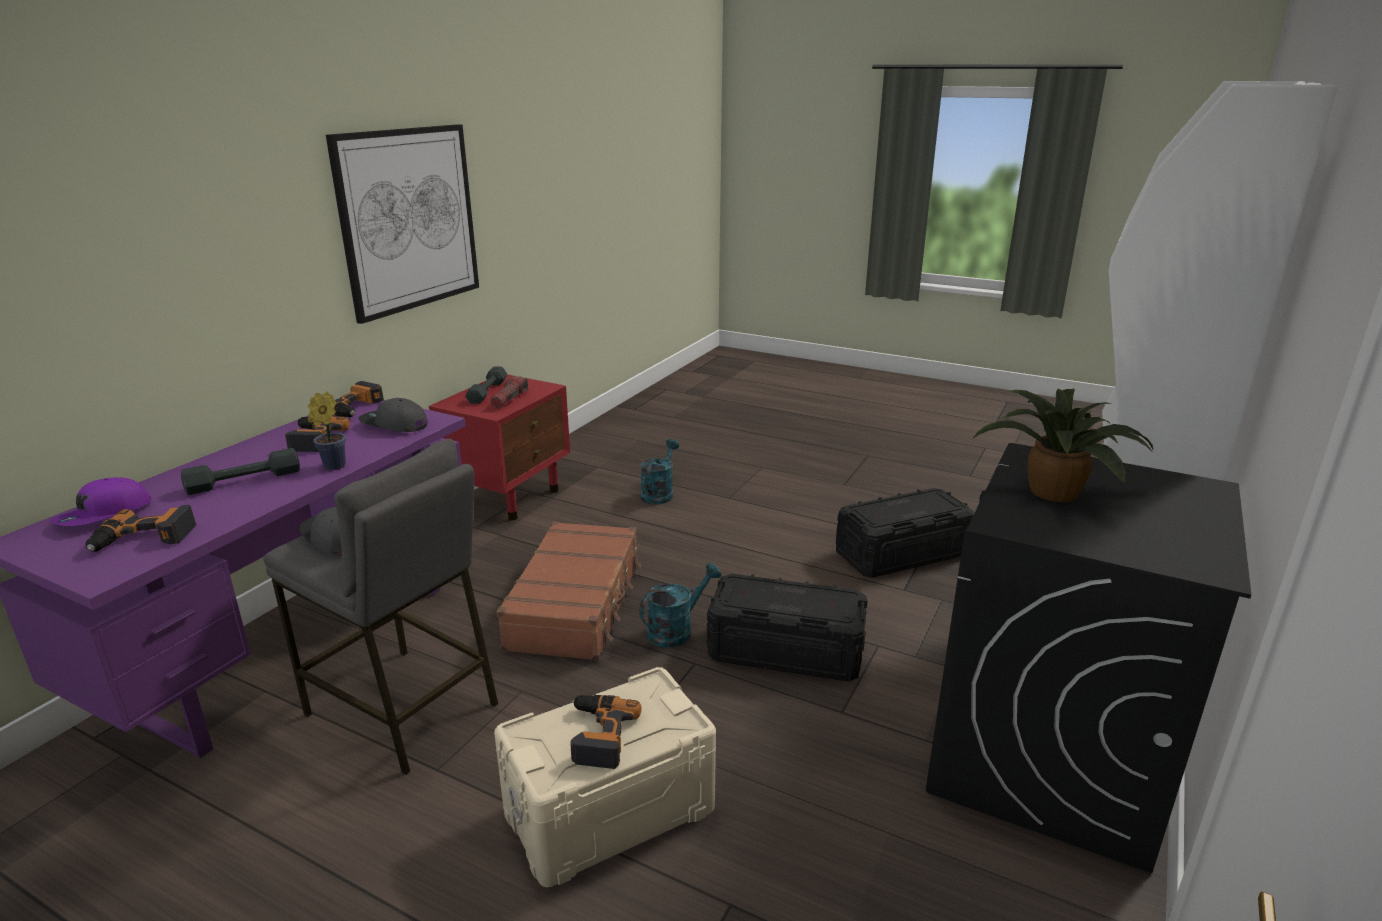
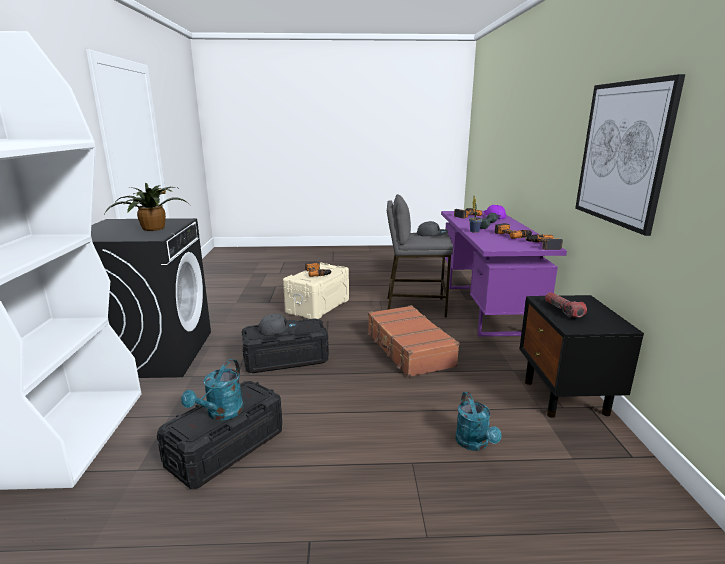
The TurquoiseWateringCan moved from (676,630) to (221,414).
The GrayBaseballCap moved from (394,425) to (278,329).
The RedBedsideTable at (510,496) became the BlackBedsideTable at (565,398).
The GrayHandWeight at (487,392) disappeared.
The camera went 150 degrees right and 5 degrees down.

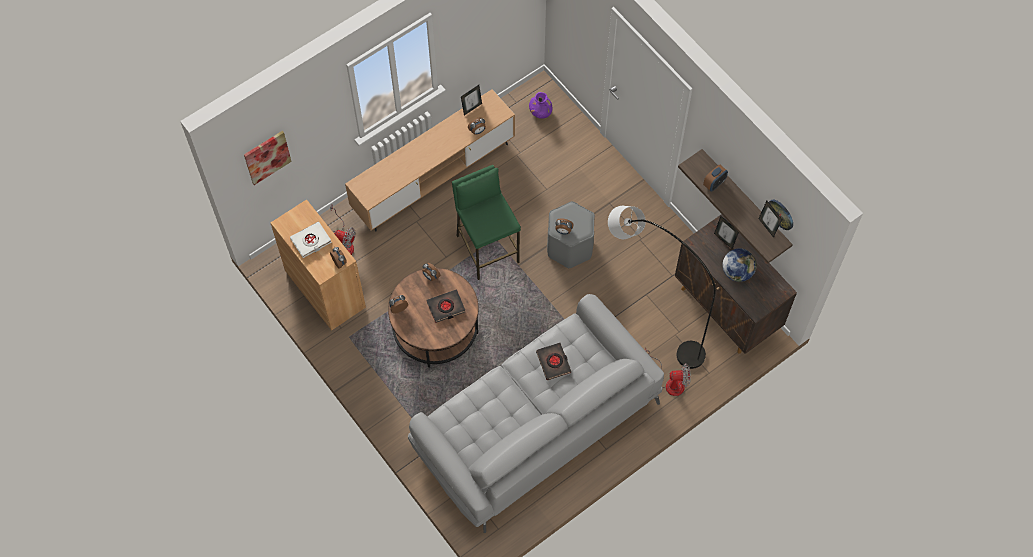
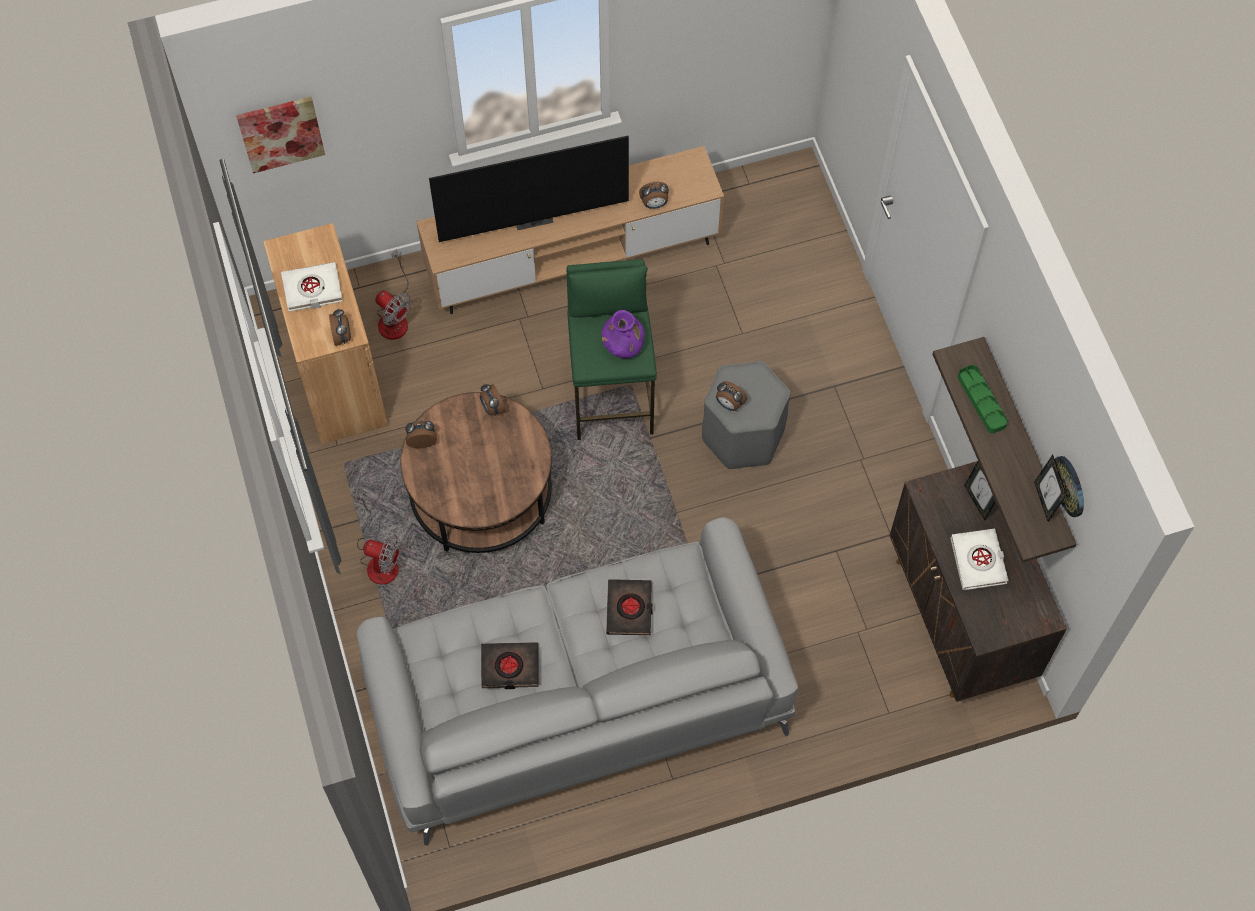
The CoolingFan moved from (670,381) to (379,559).
The TvSet at (533,216) appeared.
The BlackVolume moved from (446,307) to (510,667).
The PurpleColouredFlowerVase moved from (540,112) to (623,345).
The Globe at (737,272) was replaced by the WhiteVolume at (978,561).
The TableClock at (714,184) was replaced by the GreenTray at (981,401).
The PhotoFrame at (471,108) disappeared.
The GrayFloorLamp at (649,321) disappeared.
The camera went 20 degrees right and 0 degrees up.

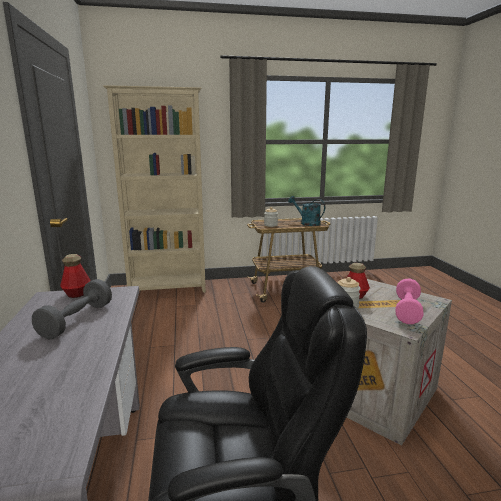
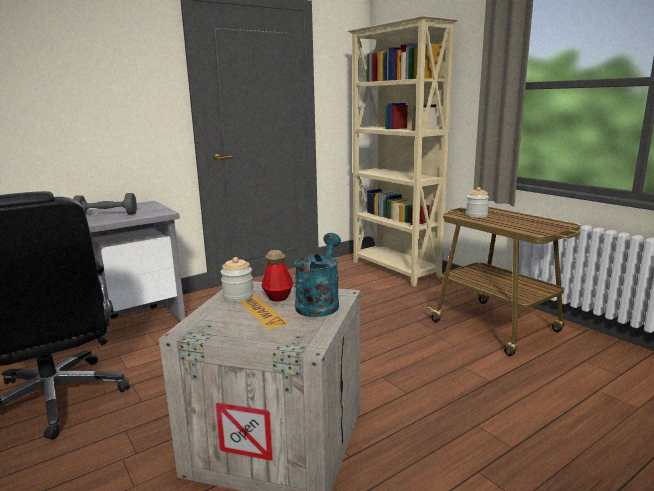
The TurquoiseWateringCan moved from (307,223) to (319,303).
The BeverageBottle at (77,294) disappeared.
The PinkColouredHandWeight at (407,311) disappeared.
The camera went 65 degrees right and 0 degrees up.

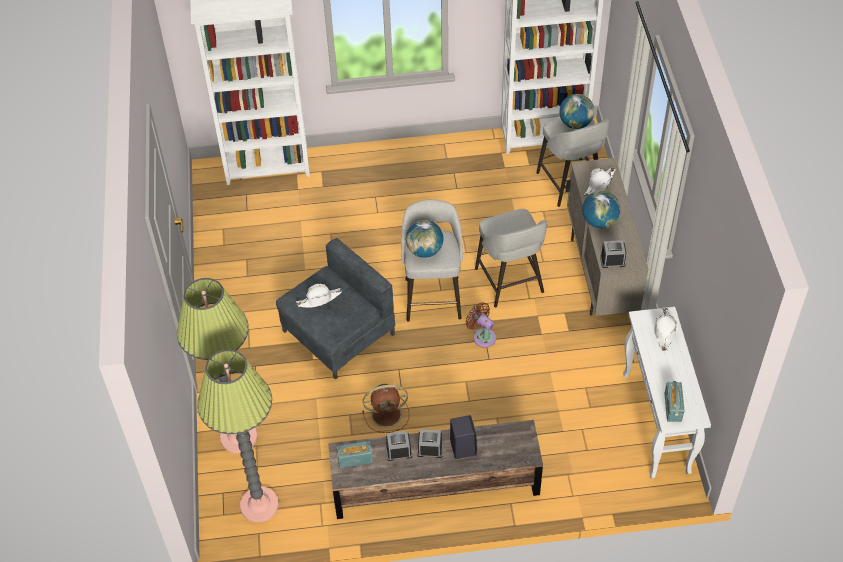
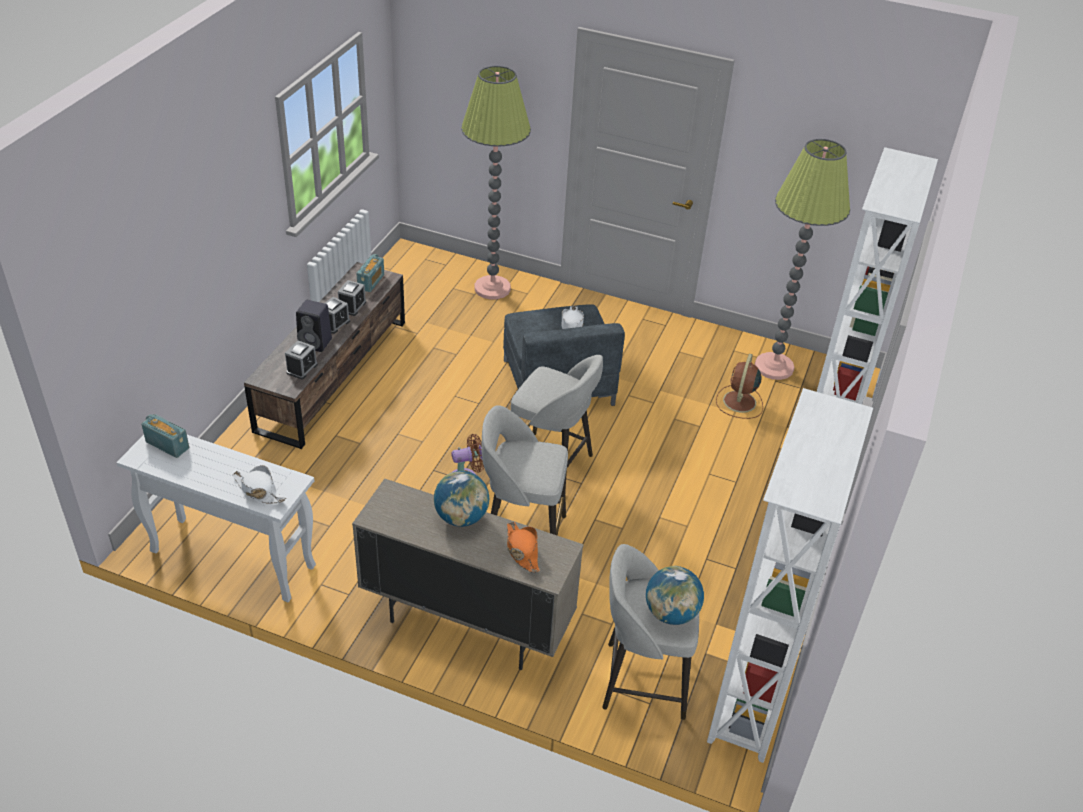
The TableClock moved from (612,260) to (302,368).
The WhiteHat at (599,184) became the OrangeyHat at (522,550).
The BrownishCoolingFan moved from (387,414) to (739,402).
The FloorLamp moved from (259,505) to (774,367).
The Globe at (424,251) disappeared.
The camera went 115 degrees right and 10 degrees down.

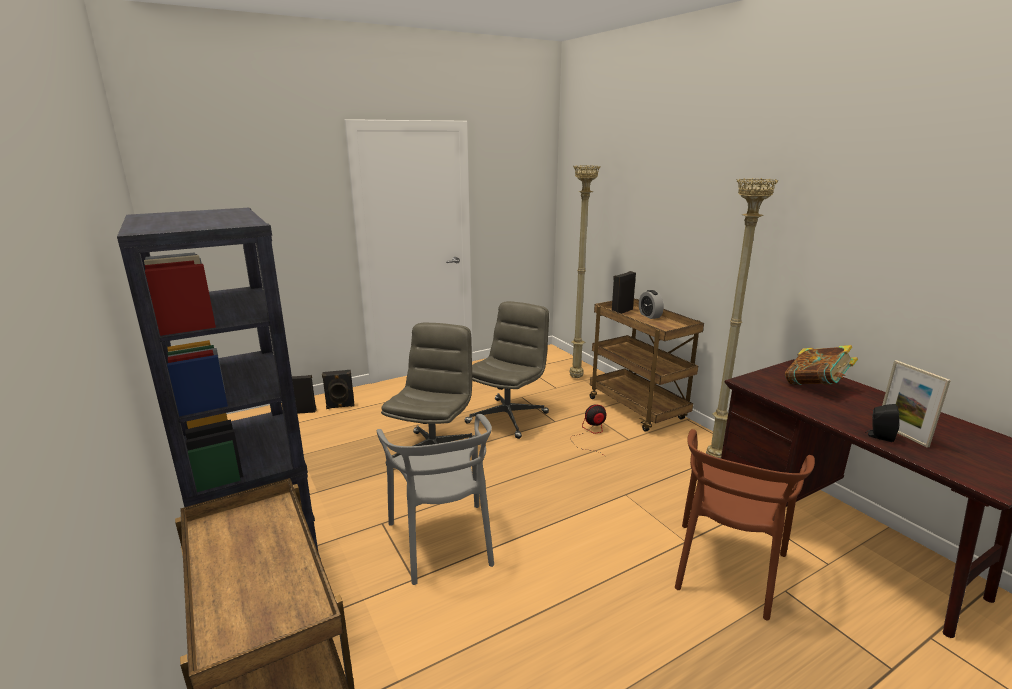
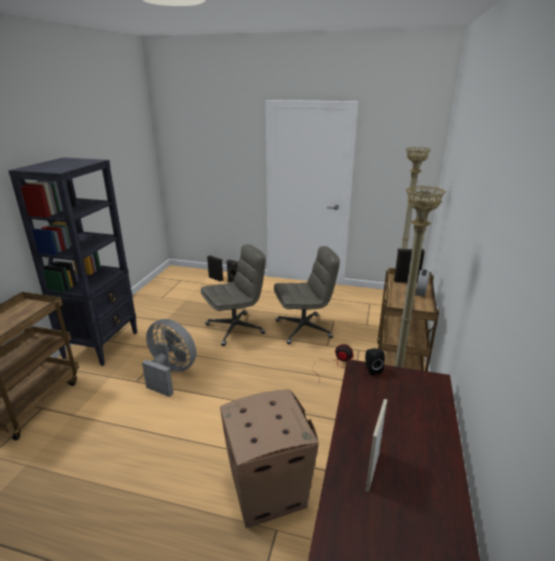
The GrayUprightChair at (443,541) was replaced by the GrayCoolingFan at (170,373).
The BrownishUprightChair at (726,568) was replaced by the CardboardBox at (267,489).
The BlackAudioSpeaker moved from (879,436) to (372,370).
The Volume at (816,386) disappeared.
The camera went 45 degrees right and 5 degrees up.

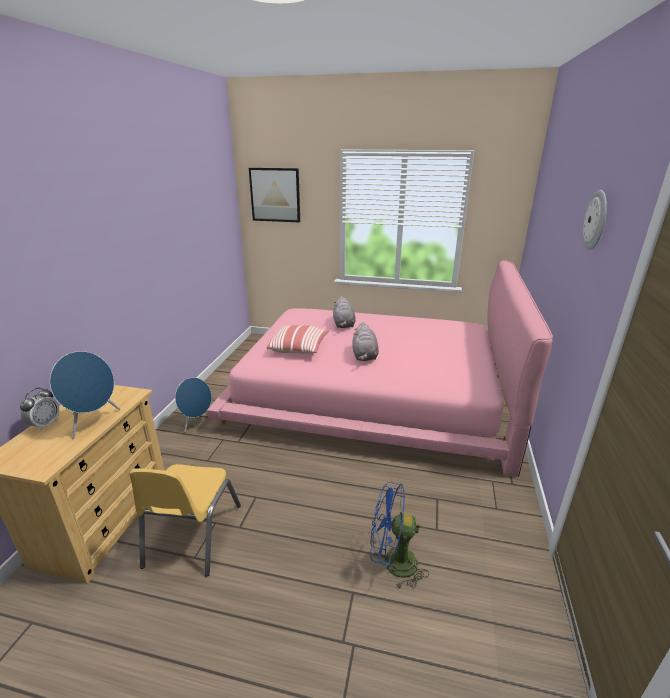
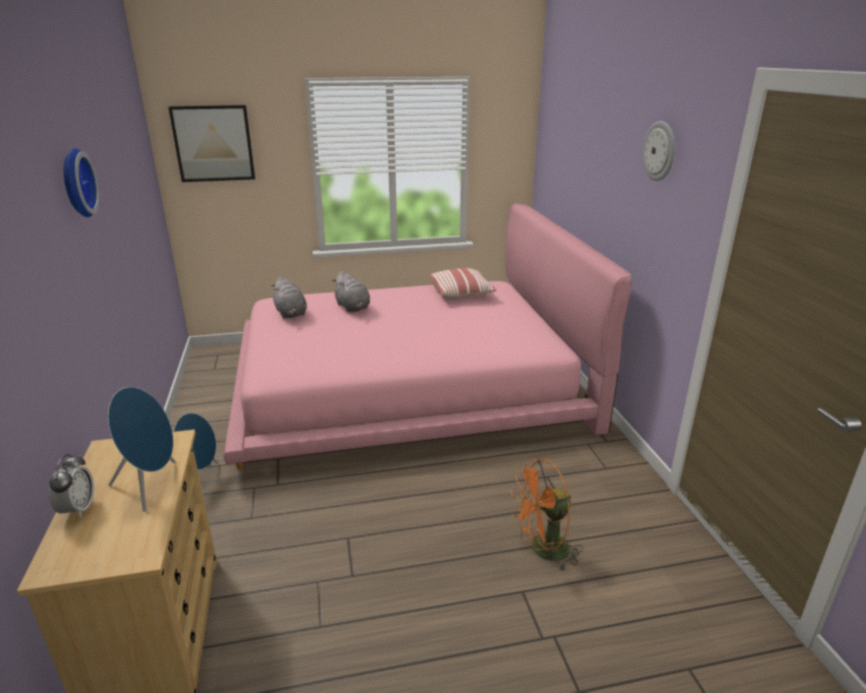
The WallClock at (75,183) appeared.
The GrayCuddlyToy moved from (364,356) to (290,313).
The Cushion moved from (299,348) to (461,293).
The BluishCoolingFan at (392,563) became the OrangeyCoolingFan at (543,550).
The YellowishUprightChair at (192,535) disappeared.
The camera went 25 degrees left and 0 degrees up.

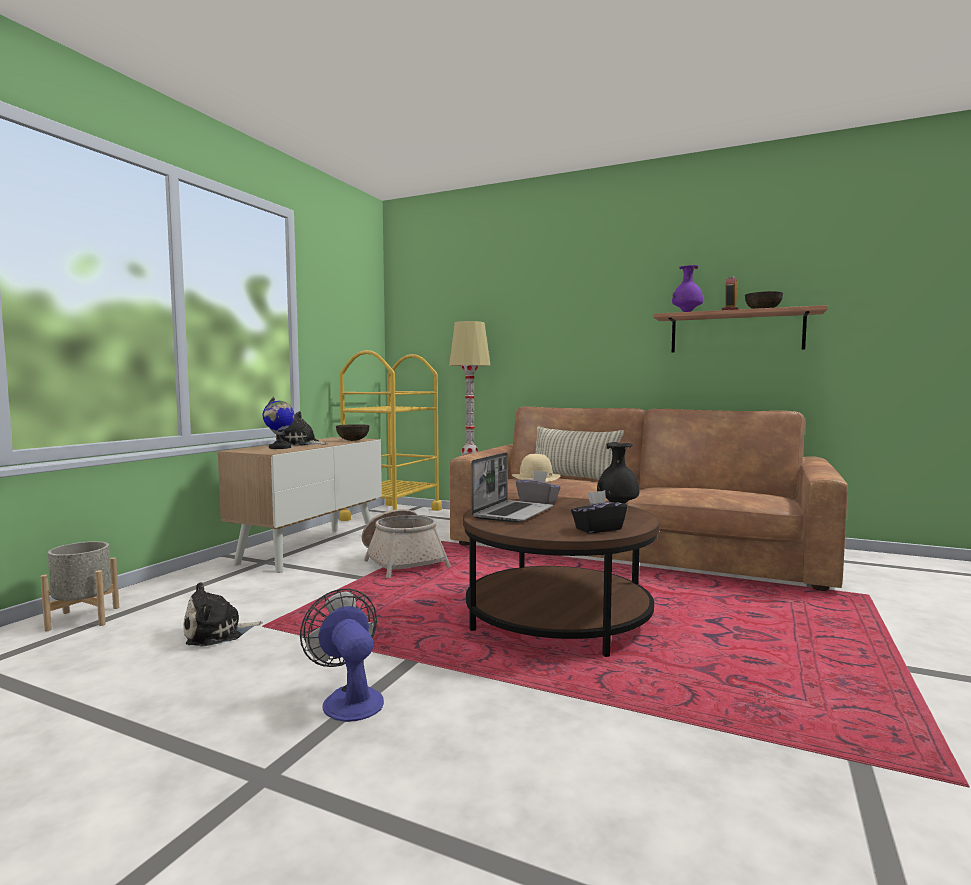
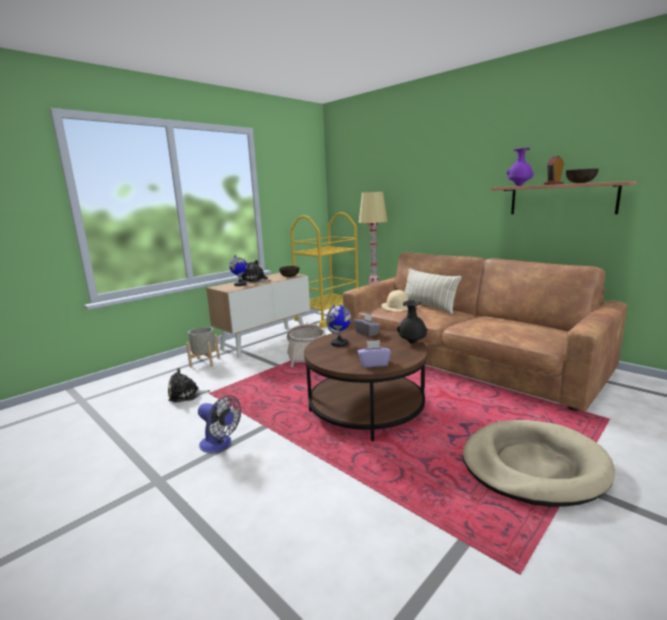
The GrayPlantPot moved from (84,618) to (205,362).
The CoolingFan at (349,699) turned 135 degrees clockwise.
The PortableComputer at (512,513) was replaced by the Globe at (339,343).
The BlackTissueBox at (598,529) became the PurpleColouredTissueBox at (373,364).
The SandColouredDogCushion at (533,466) appeared.
The camera went 20 degrees right and 10 degrees up.

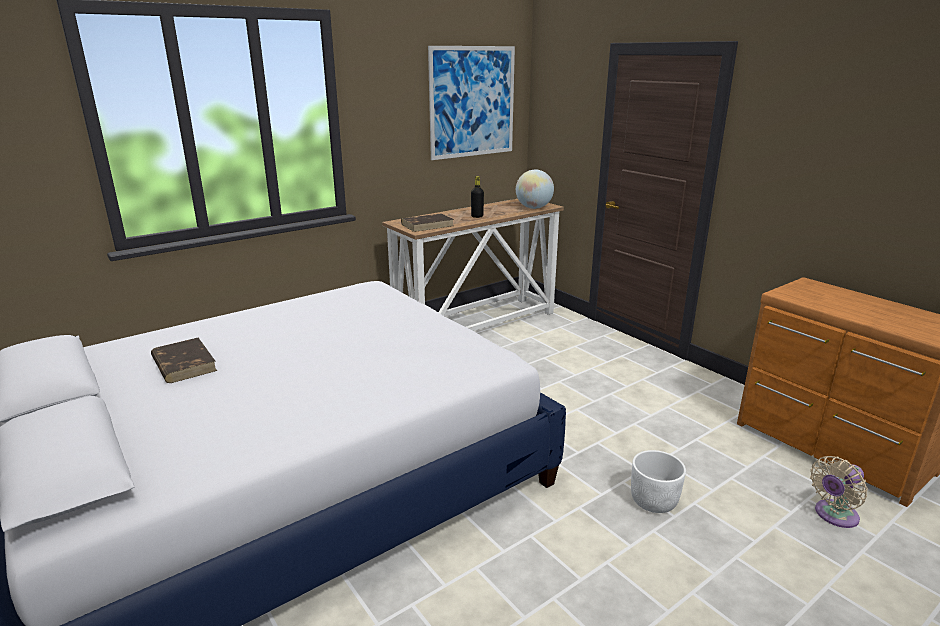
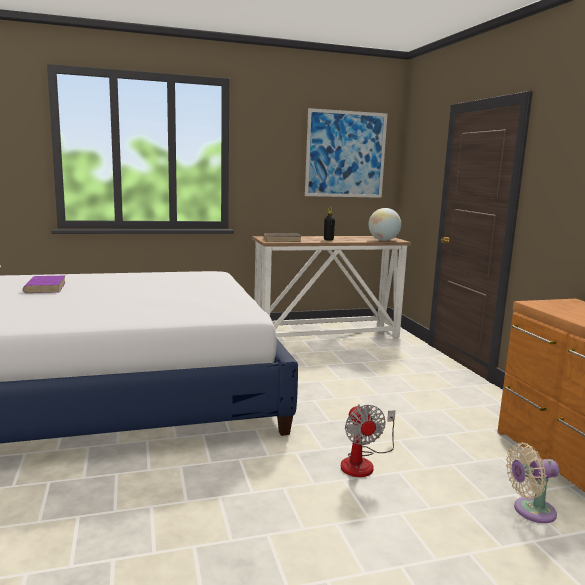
The BrownishVolume at (183,364) became the PurpleColouredVolume at (45,287).
The WhitePlantPot at (653,501) was replaced by the CoolingFan at (363,462).
The camera went 20 degrees right and 10 degrees down.

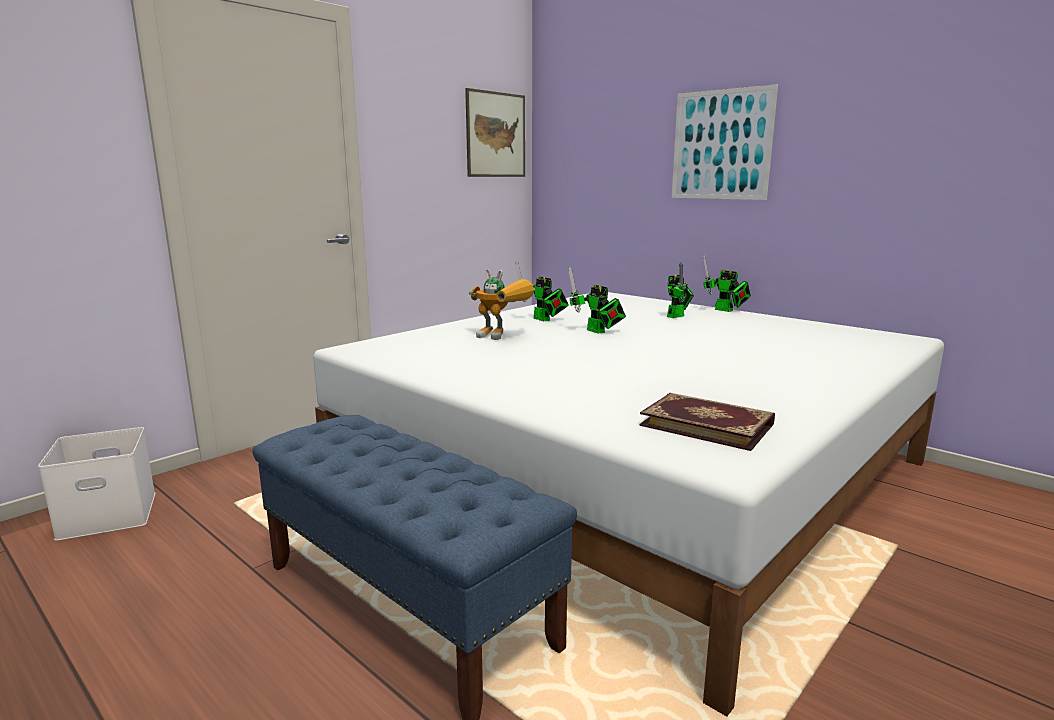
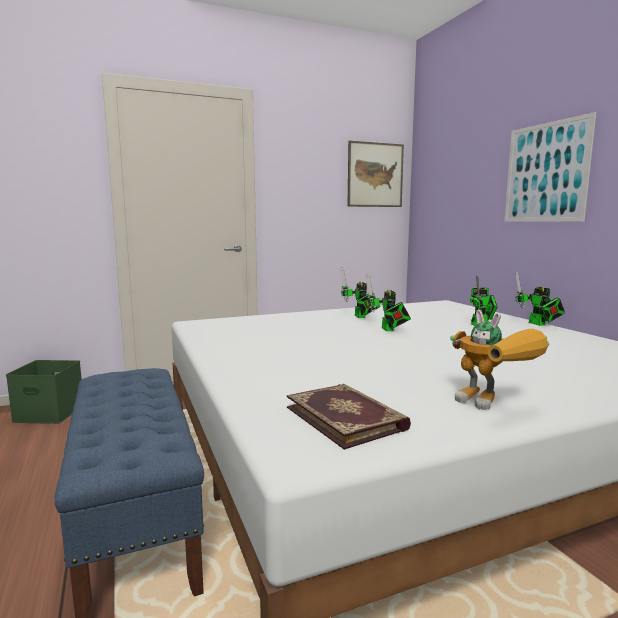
The WhiteStorageBox at (110,513) became the GreenStorageBox at (51,412).
The RobotFigure moved from (503,337) to (494,405).
The camera went 25 degrees right and 5 degrees down.

